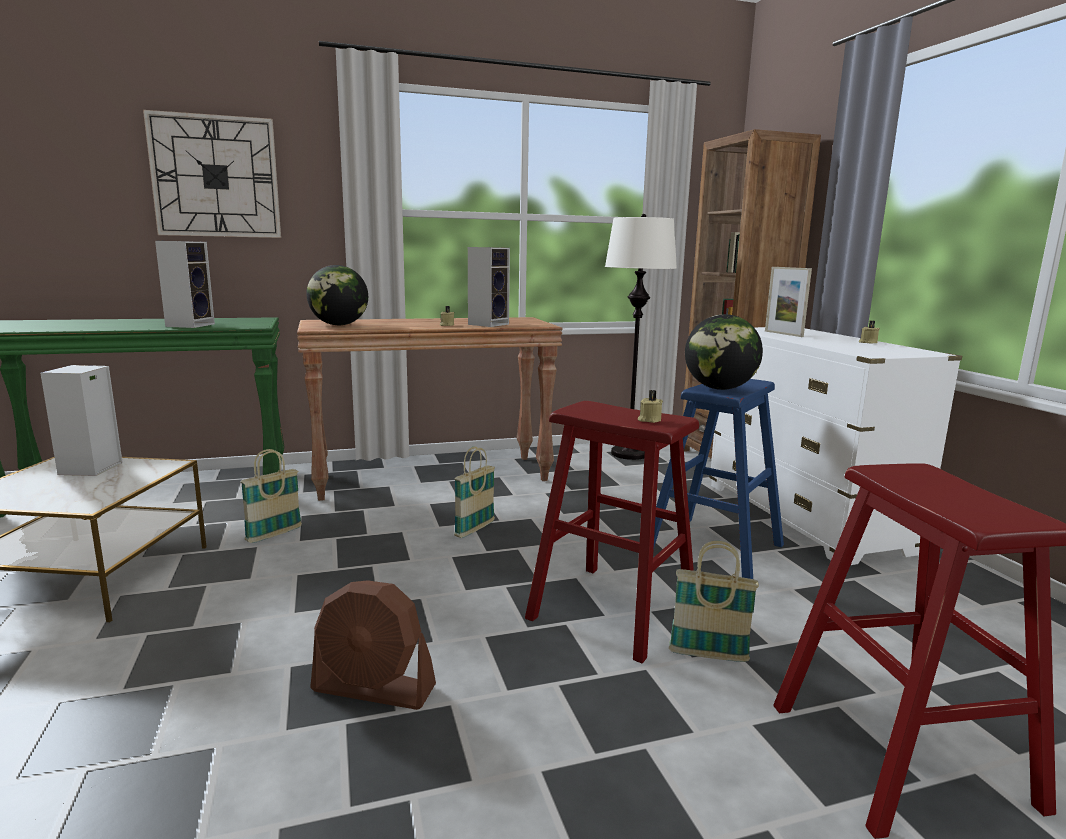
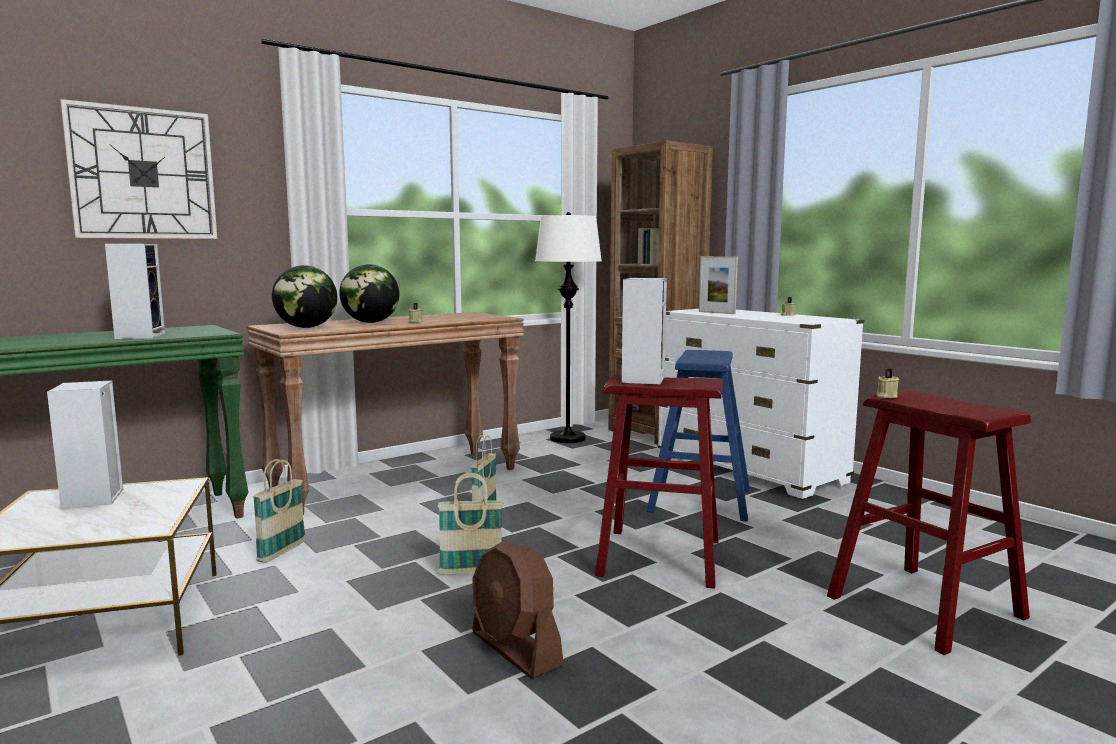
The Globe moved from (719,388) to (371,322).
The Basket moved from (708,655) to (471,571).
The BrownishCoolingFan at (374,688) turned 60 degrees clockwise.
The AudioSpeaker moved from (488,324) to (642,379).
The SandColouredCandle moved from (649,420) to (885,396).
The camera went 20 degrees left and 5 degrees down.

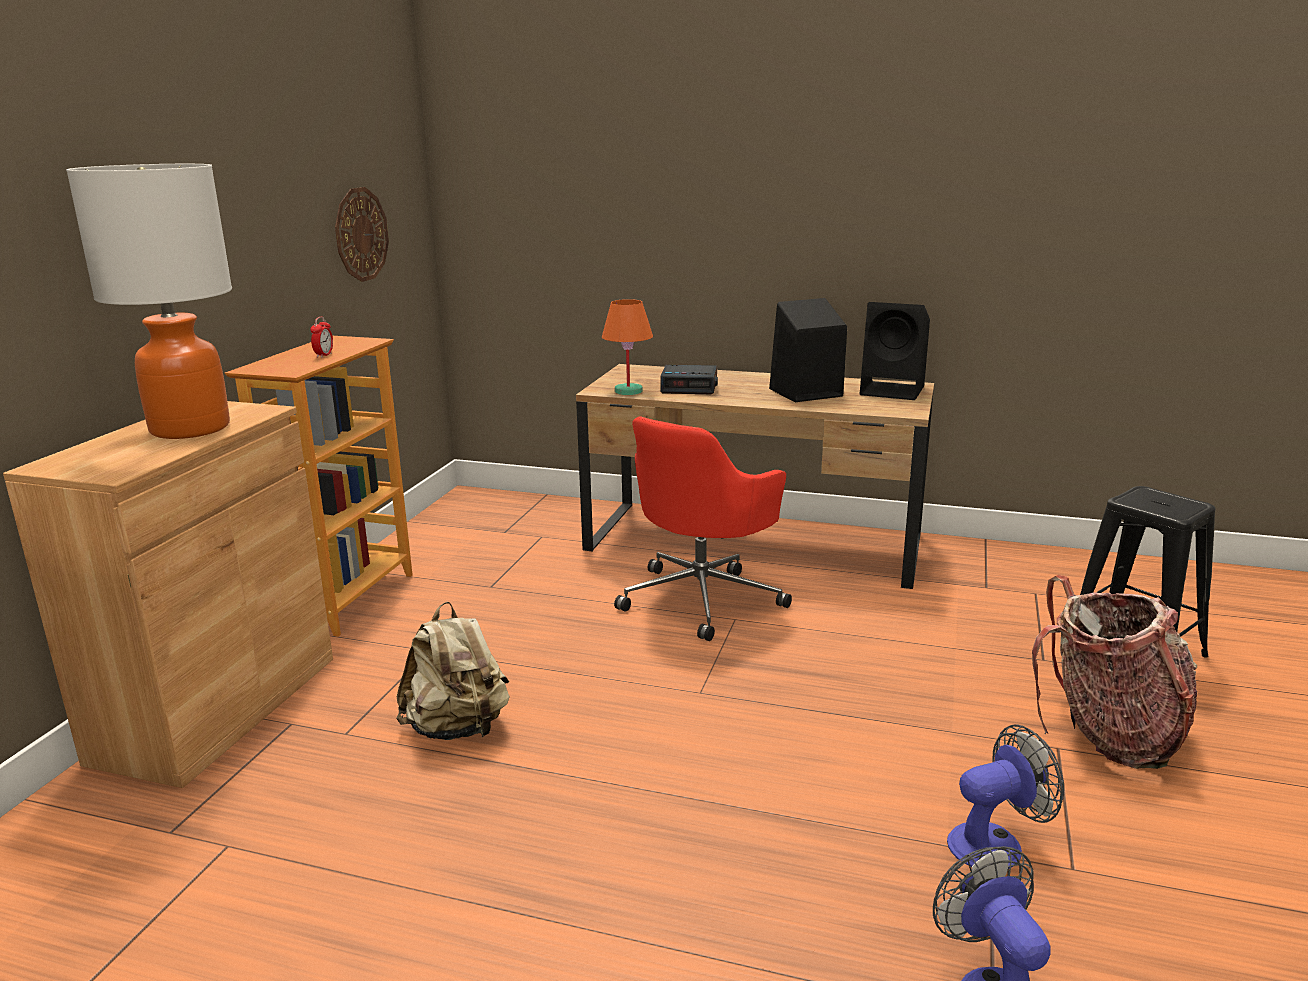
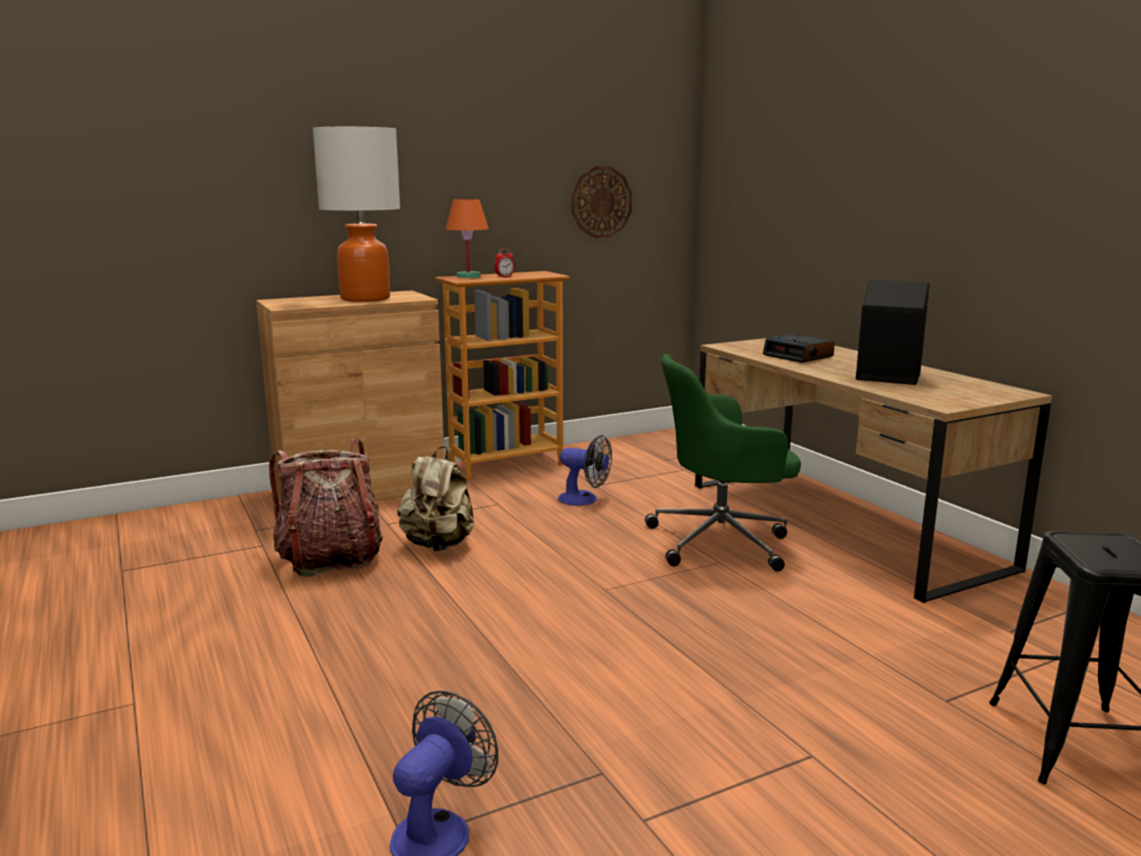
The Backpack moved from (1108,735) to (330,558).
The OrangeyTabletopLamp moved from (628,391) to (469,276).
The CoolingFan moved from (995,843) to (584,500).
The RedOfficeChair at (703,598) became the GreenOfficeChair at (722,541).
The BlackAudioSpeaker at (894,391) disappeared.
The camera went 45 degrees right and 5 degrees down.

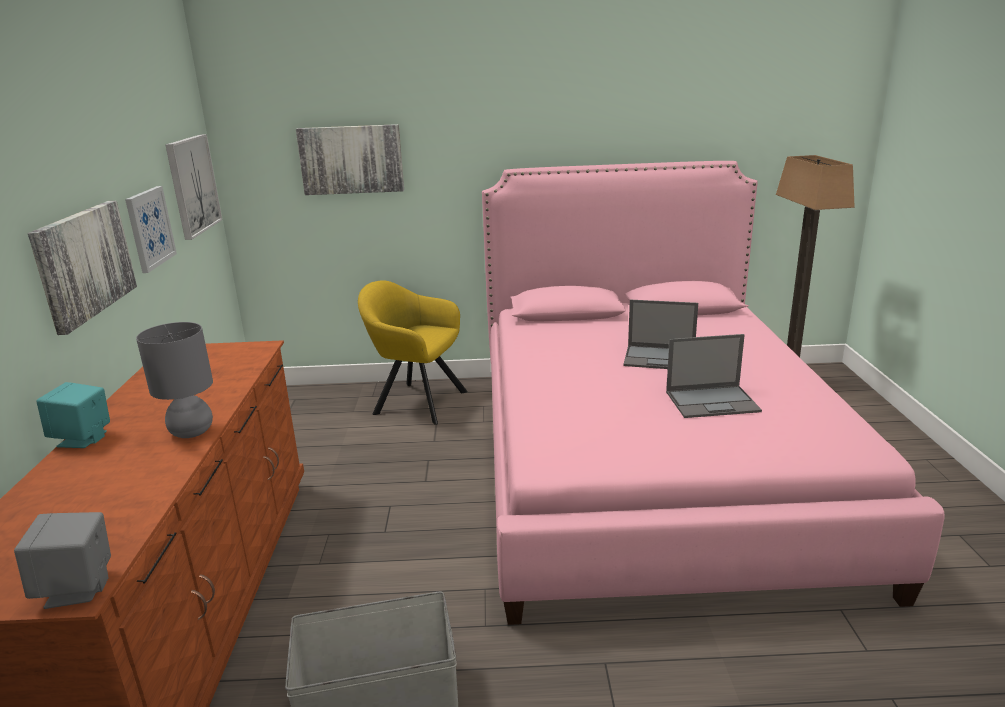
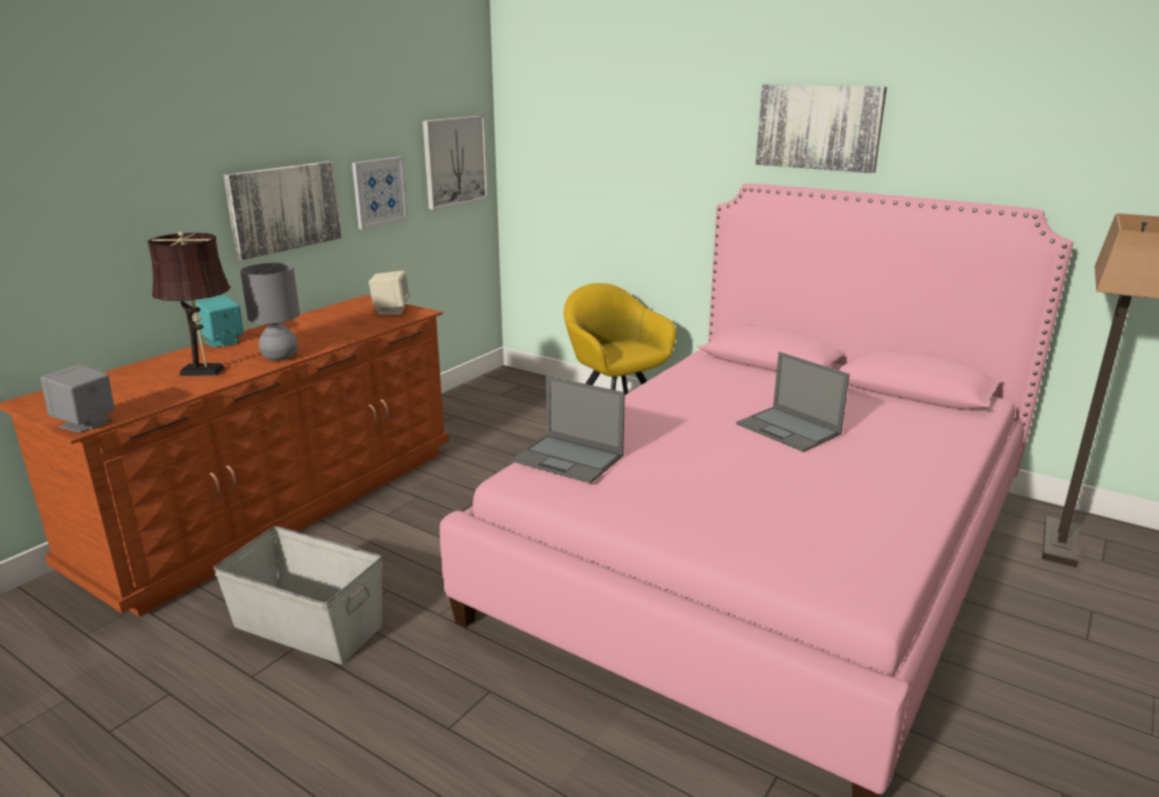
The BrownishTabletopLamp at (206,372) appeared.
The SandColouredAudioSpeaker at (391,311) appeared.
The PortableComputer moved from (713,401) to (569,459).
The Picture moved from (351,159) to (819,127).
The camera went 35 degrees right and 0 degrees up.

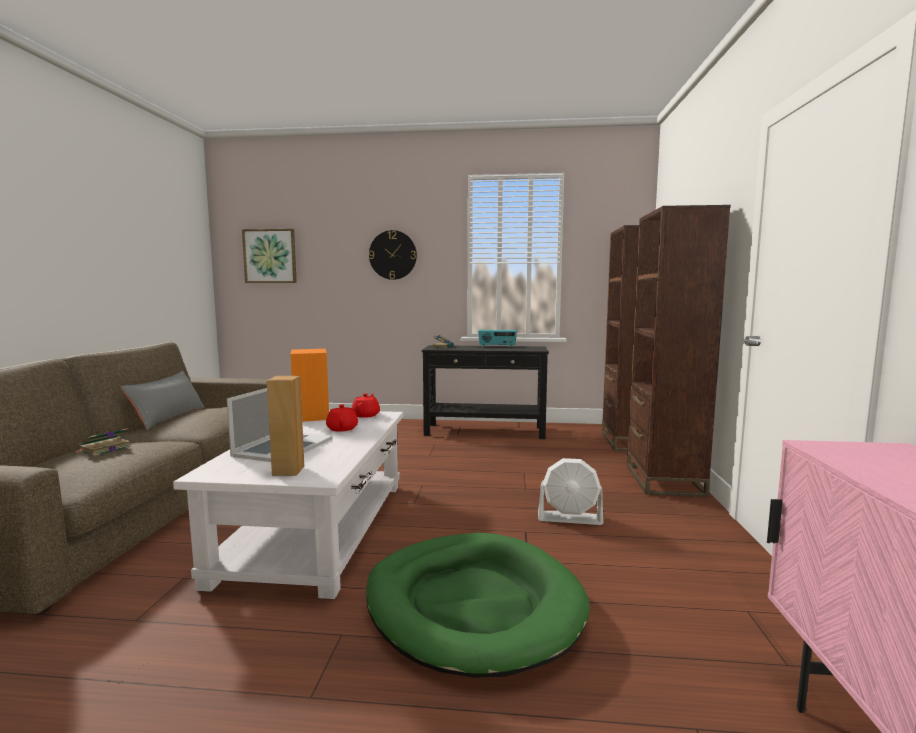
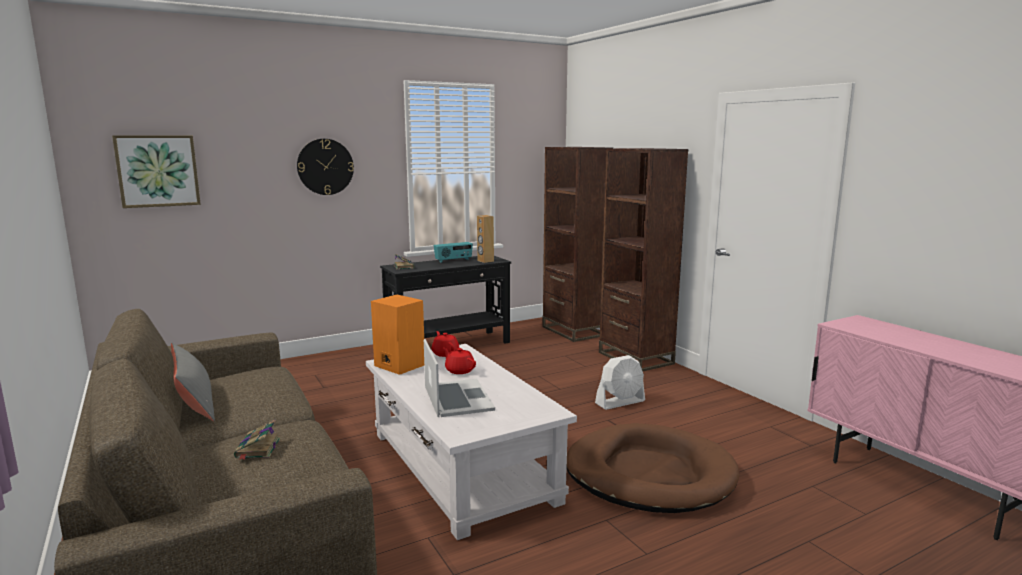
The BrownishAudioSpeaker moved from (288,470) to (485,261).
The GreenDogCushion at (473,605) became the BrownishDogCushion at (649,474).
The camera went 35 degrees left and 5 degrees up.

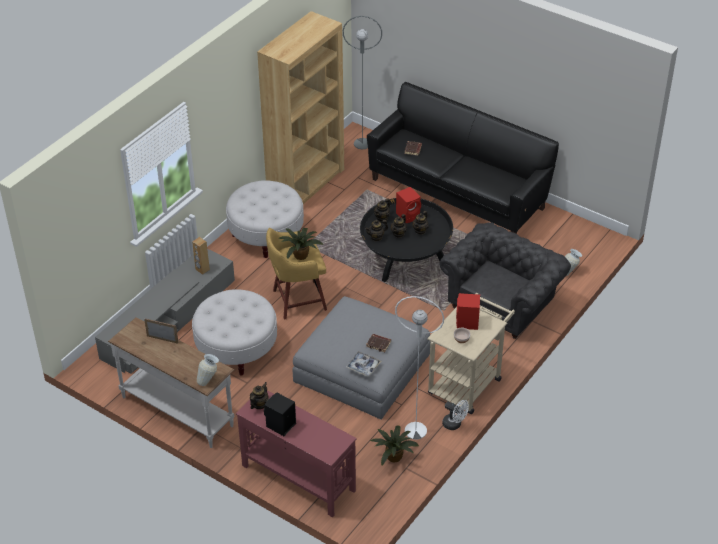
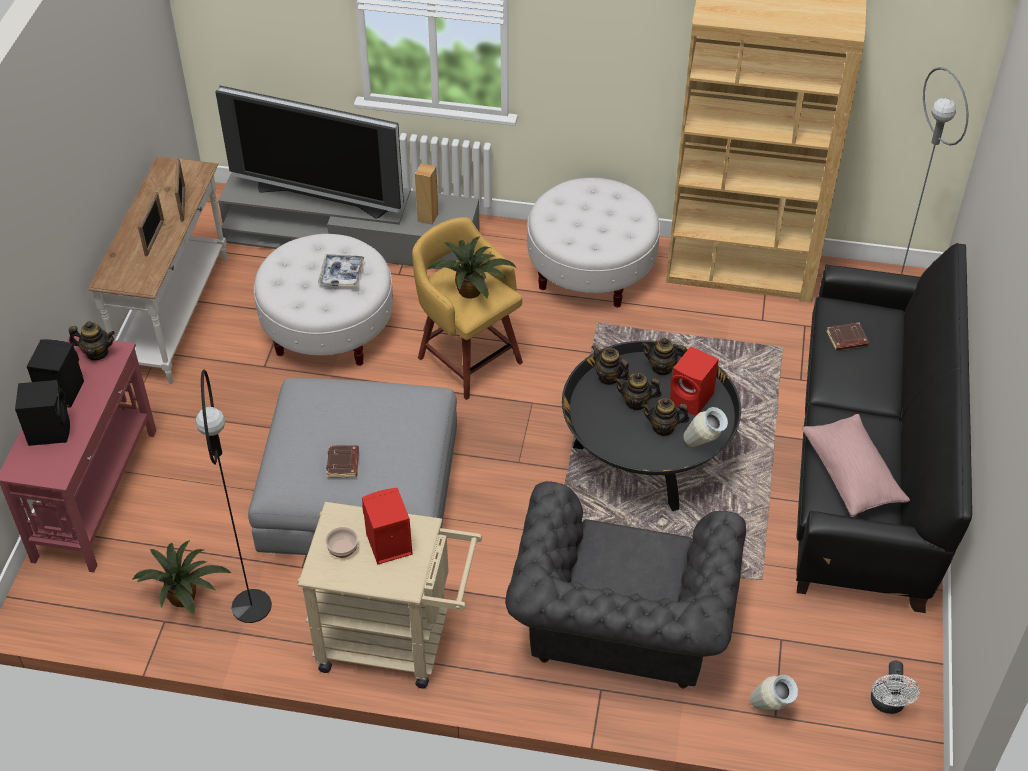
The BlackAudioSpeaker at (49,430) appeared.
The PhotoFrame at (154,238) appeared.
The WhiteFloorLamp at (415,430) became the BlackFloorLamp at (251,606).
The TvSet at (322,197) appeared.
The Tray moved from (363,366) to (341,274).
The GrayArmchair at (503,303) turned 90 degrees clockwise.
The FlowerVase moved from (209,380) to (703,447).
The PinkColouredCushion at (852,475) appeared.
The WhiteCoolingFan moved from (454,424) to (888,704).
The camera went 65 degrees right and 5 degrees up.

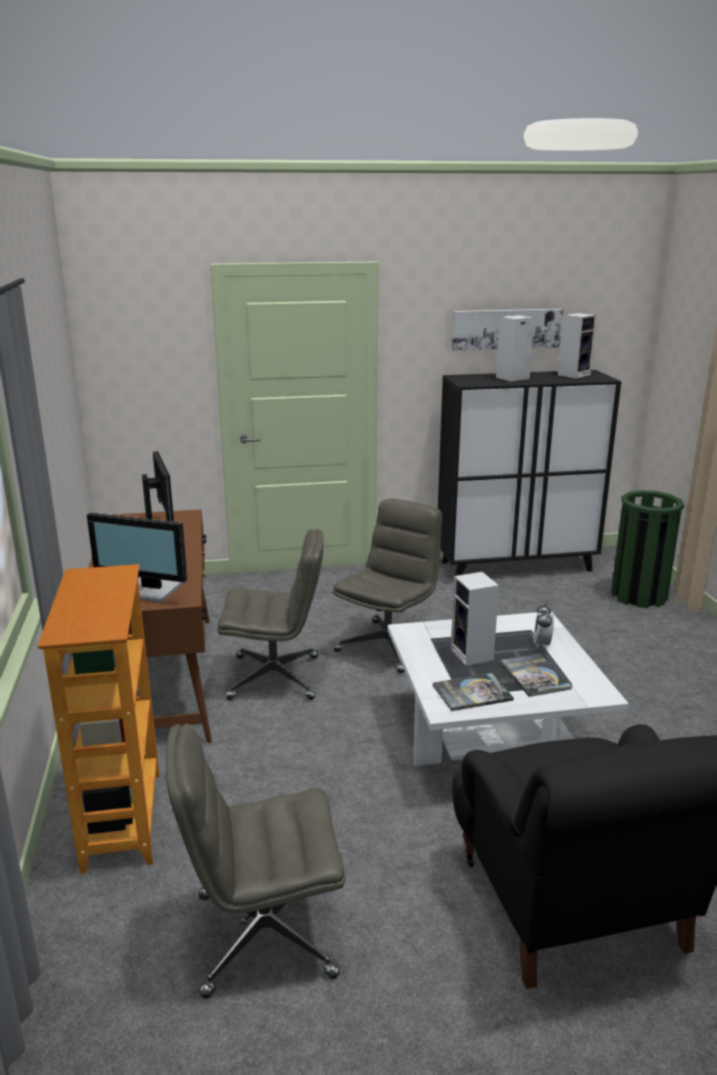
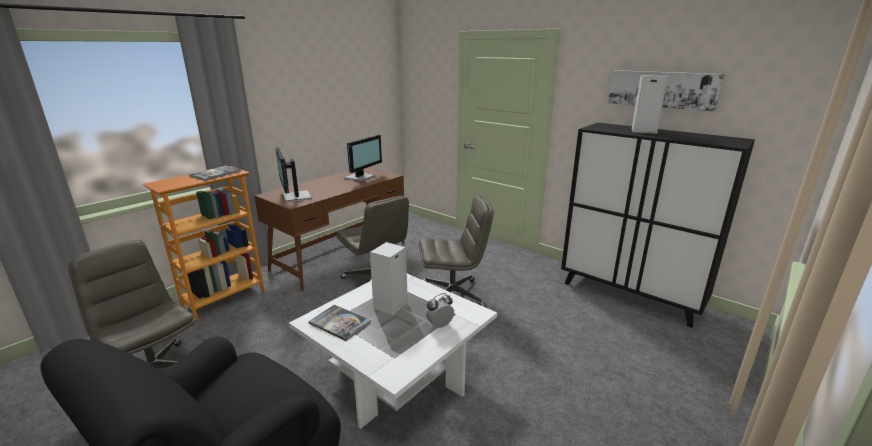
The Volume moved from (534,676) to (216,174).
The AudioSpeaker at (574,375) disappeared.
The GreenWasteBin at (639,595) disappeared.
The camera went 50 degrees right and 0 degrees up.

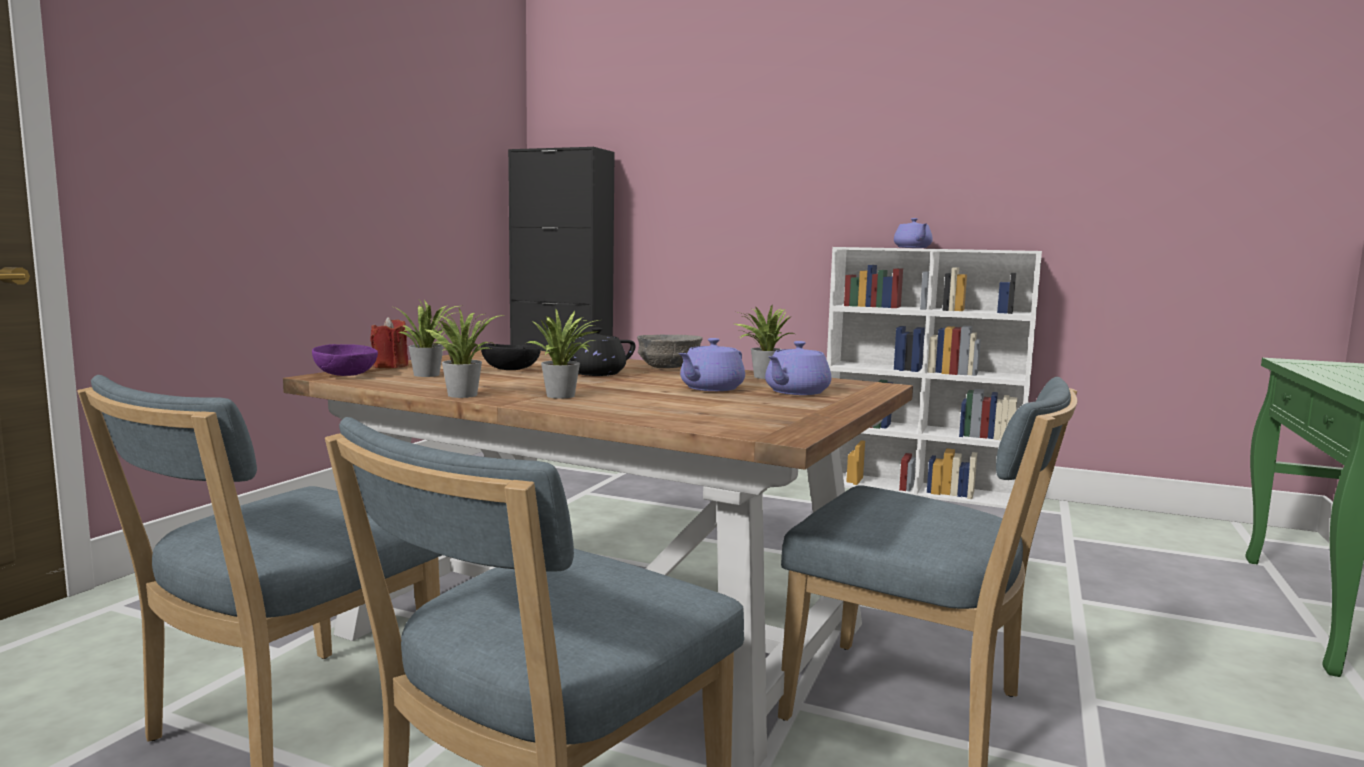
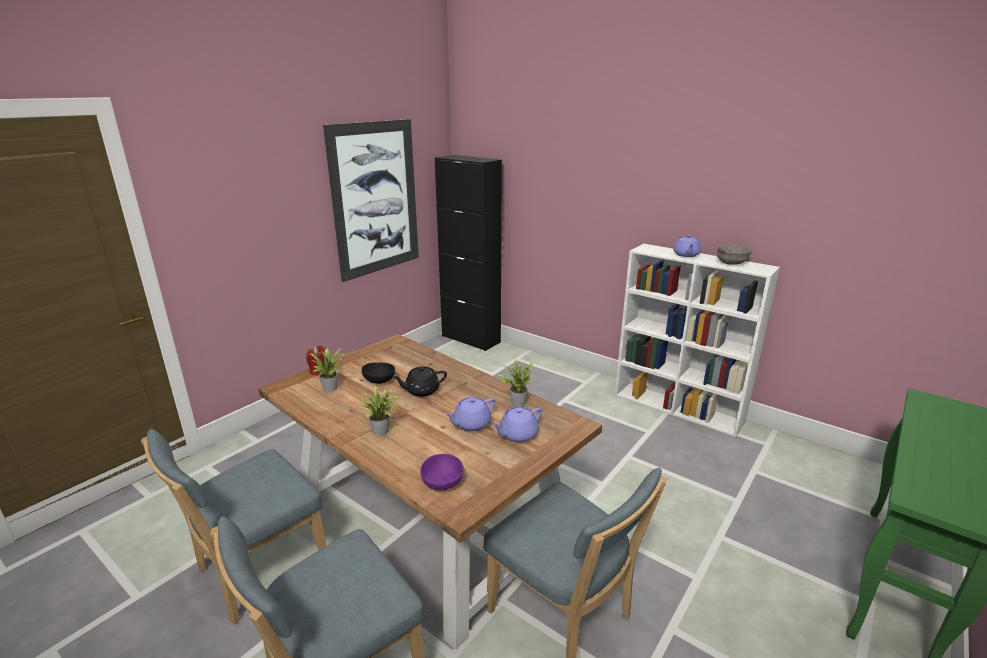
The Picture at (375,199) appeared.
The PurpleColouredDeepDish moved from (347,375) to (443,482).
The GrayDeepDish moved from (668,368) to (731,263).
The Houseplant at (461,394) disappeared.
The camera went 15 degrees right and 15 degrees up.

